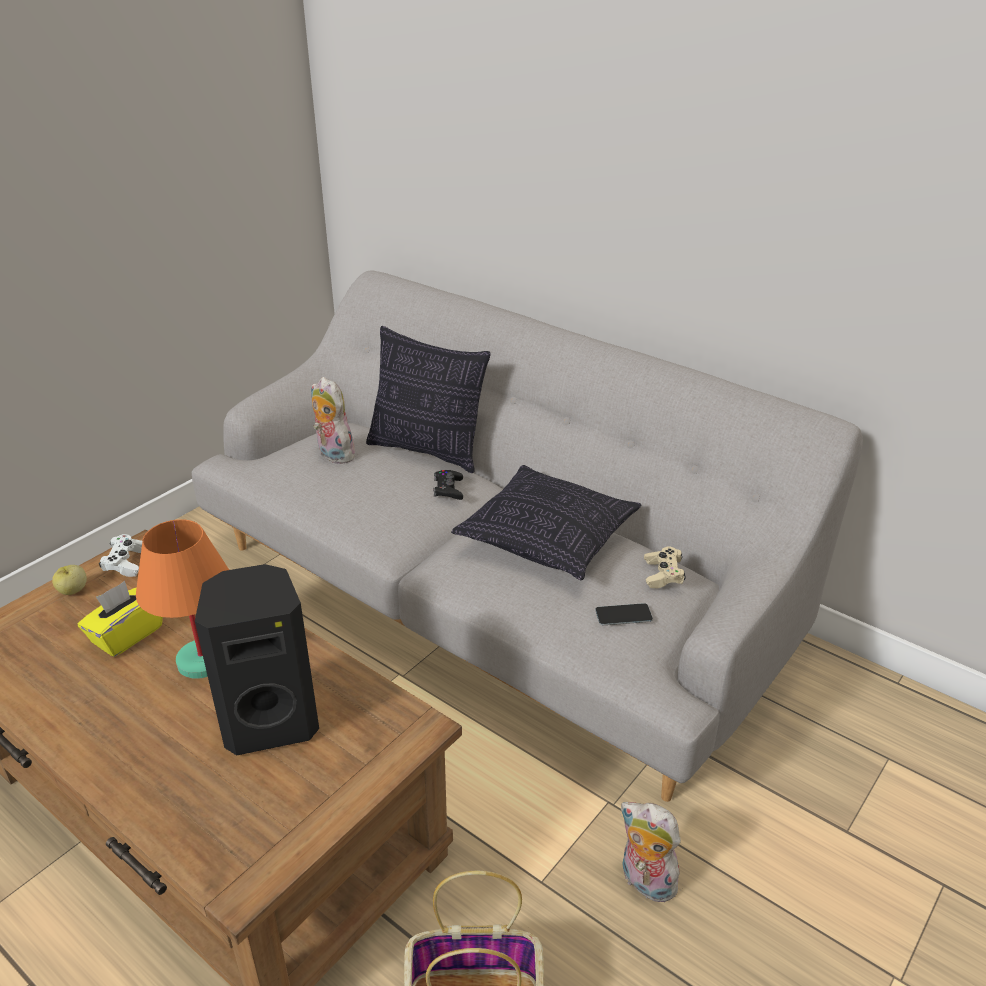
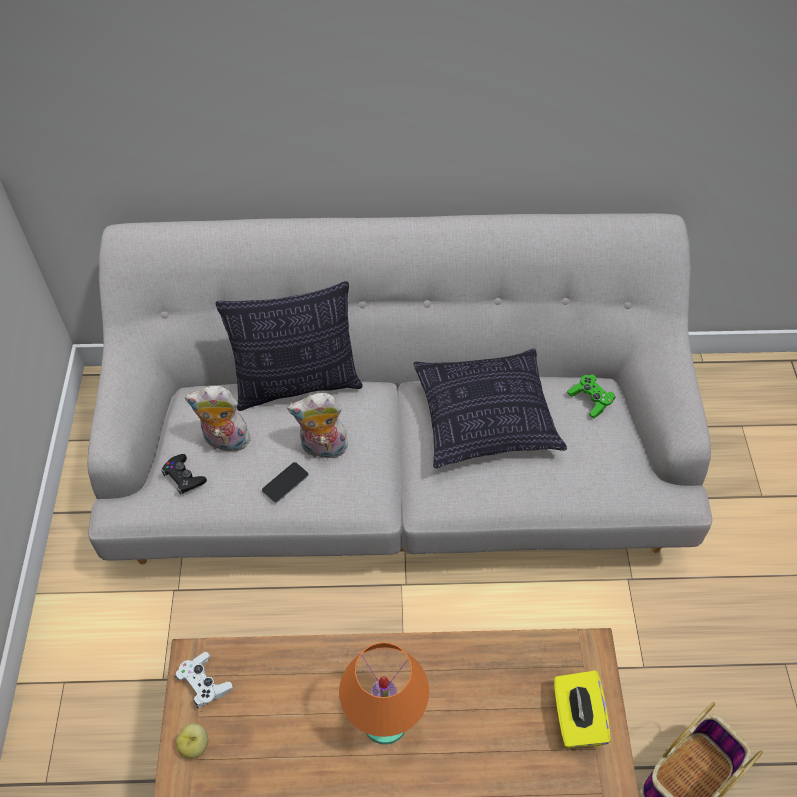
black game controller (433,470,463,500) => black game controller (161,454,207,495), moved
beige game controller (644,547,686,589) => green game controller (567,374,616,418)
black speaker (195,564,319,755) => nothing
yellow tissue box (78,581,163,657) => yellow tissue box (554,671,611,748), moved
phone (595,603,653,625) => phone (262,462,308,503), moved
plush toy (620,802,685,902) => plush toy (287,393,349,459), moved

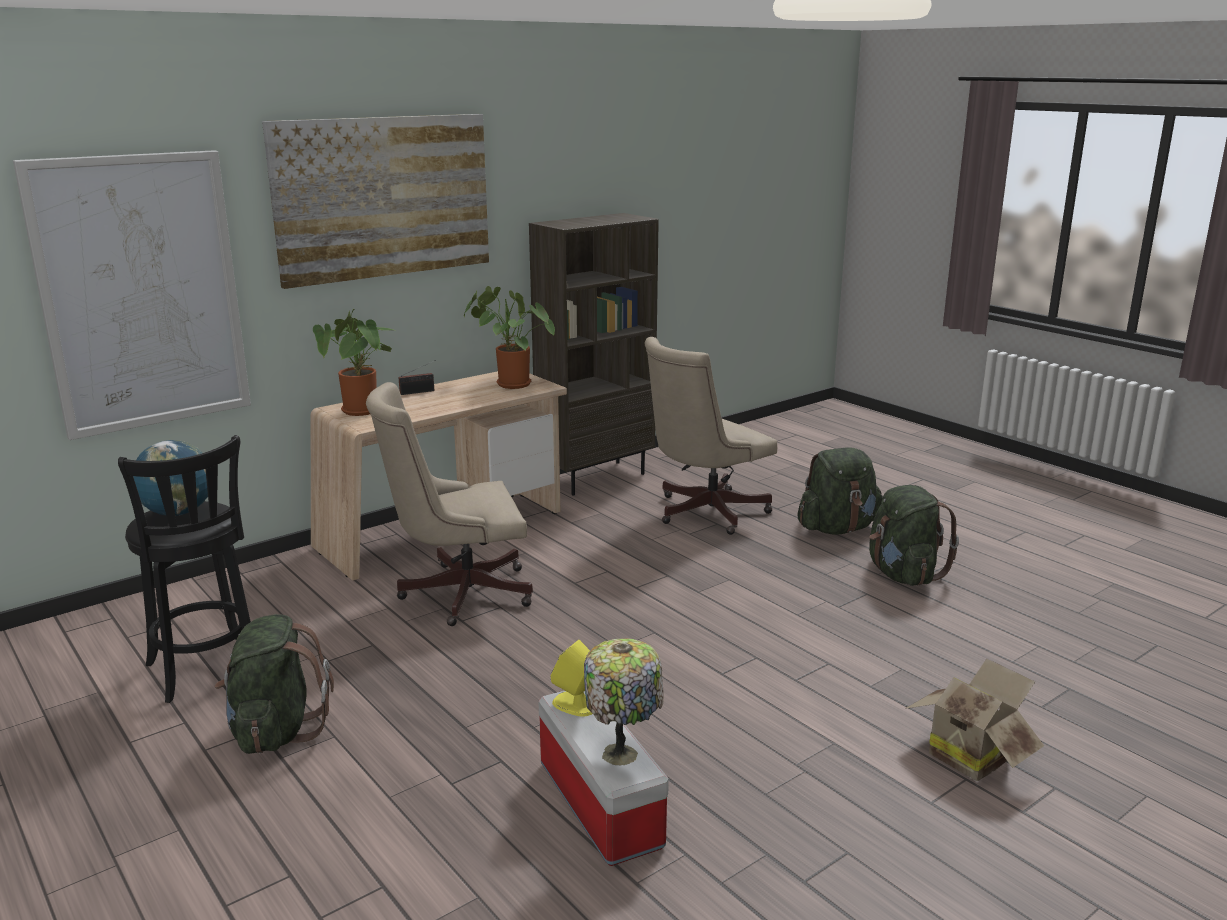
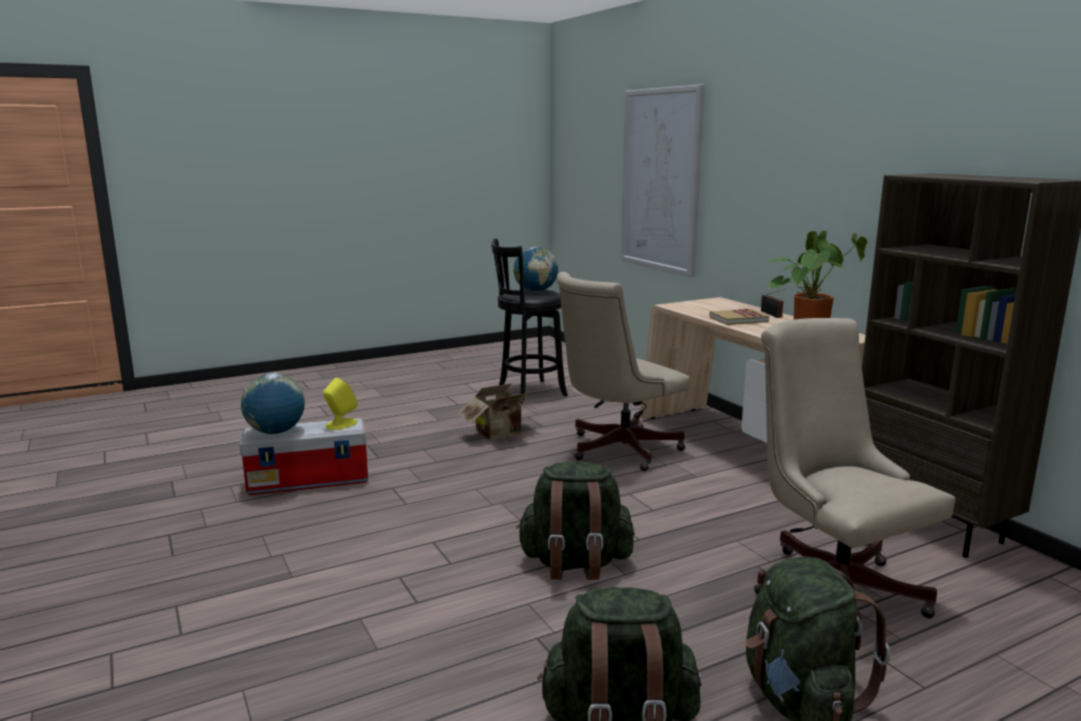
picture (262,114,489,289) => nothing
potted plant (313,309,393,416) => nothing
beige office chair (366,382,533,626) => beige office chair (556,272,690,471), 120 degrees counterclockwise
green backpack (215,614,334,754) => green backpack (516,461,635,580), moved
table lamp (584,638,663,766) => globe (241,373,305,434)
cardboard box (905,659,1044,781) => cardboard box (458,383,539,441), moved
nothing => book (709,309,769,325)

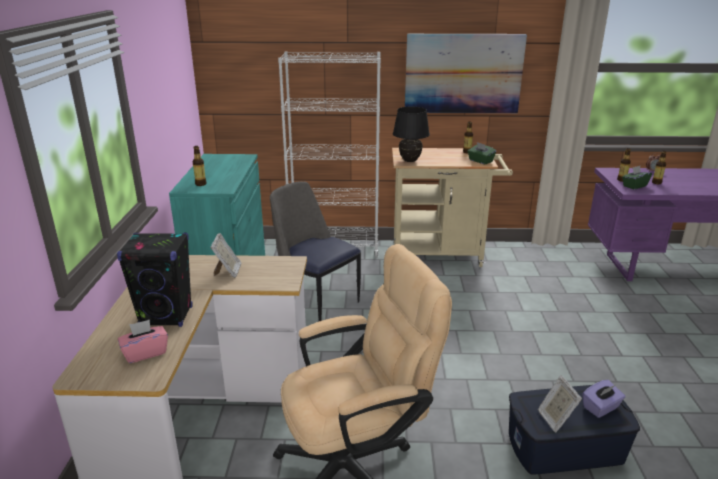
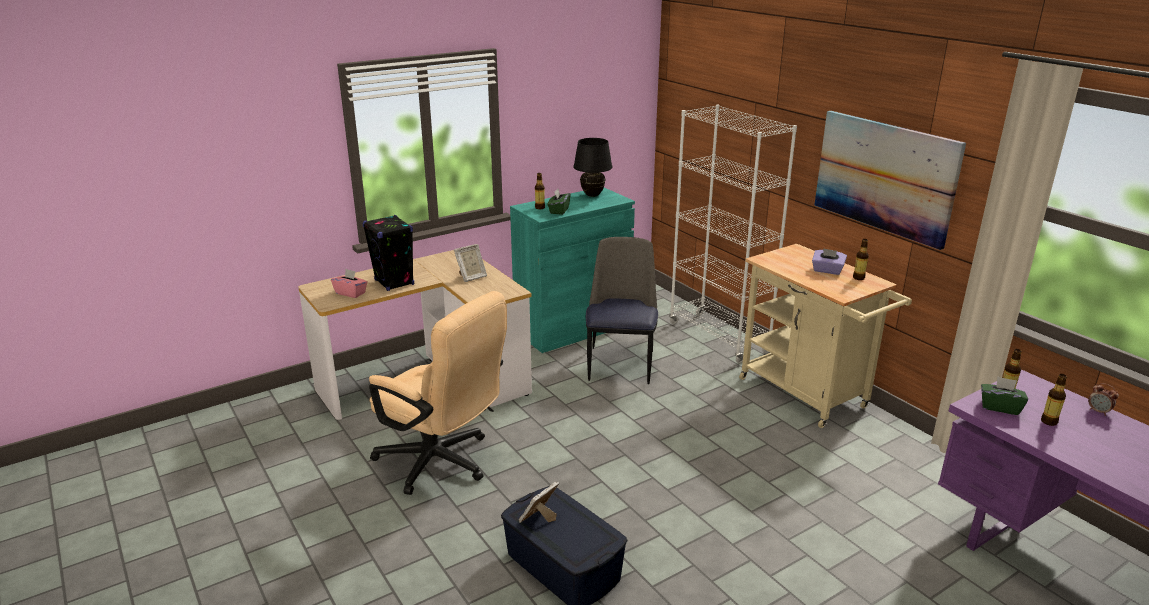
black table lamp (393,107,430,162) => black table lamp (573,138,612,197), moved
green tissue box (467,142,496,164) => green tissue box (548,189,570,215), moved
purple tissue box (582,380,625,418) => purple tissue box (812,248,847,275), moved

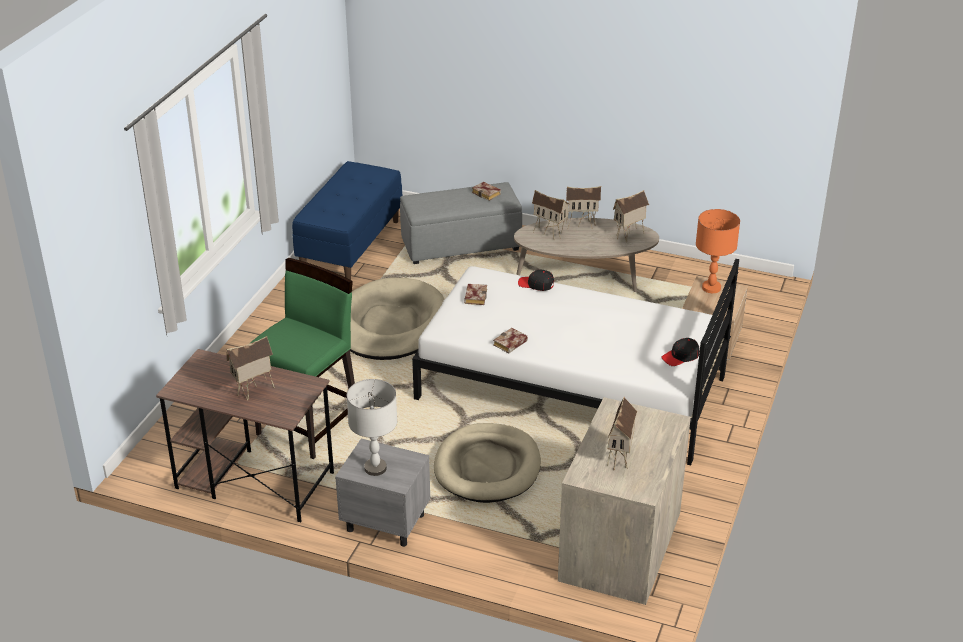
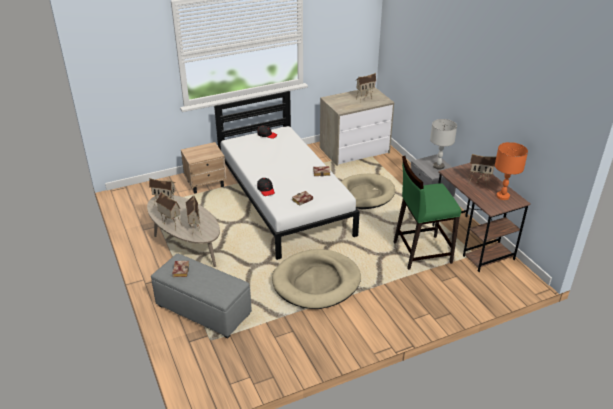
blue bench (292,161,402,280) => nothing
orange table lamp (696,209,740,293) => orange table lamp (495,142,528,200), moved

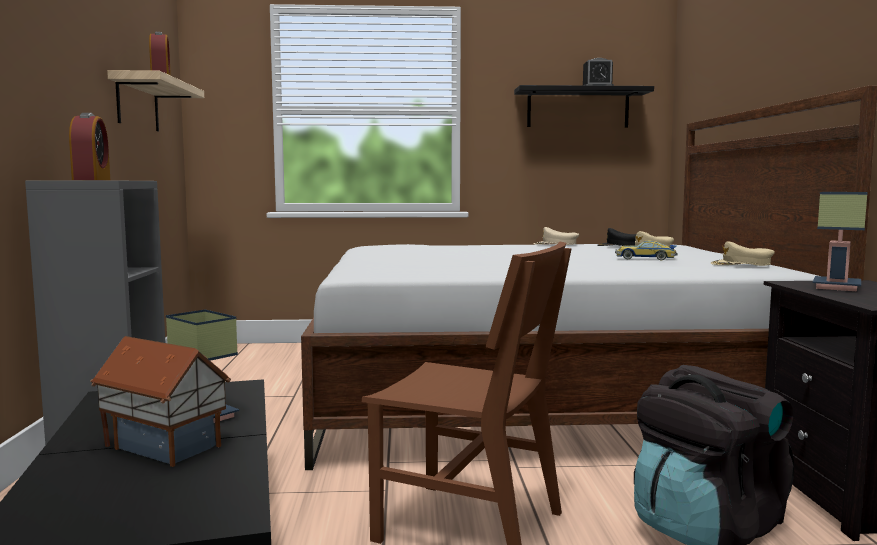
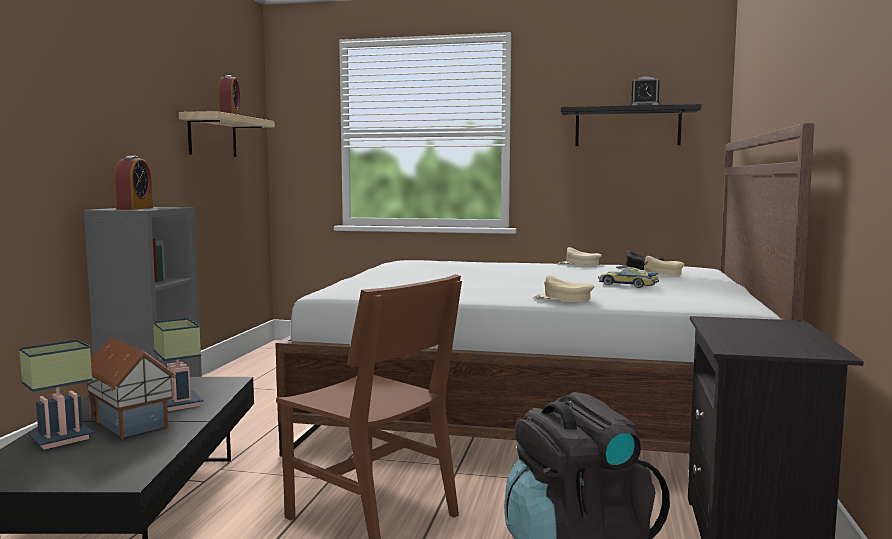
table lamp (813,192,868,291) => table lamp (19,340,94,450), moved
beige cap (711,241,775,266) => beige cap (532,275,594,302), moved

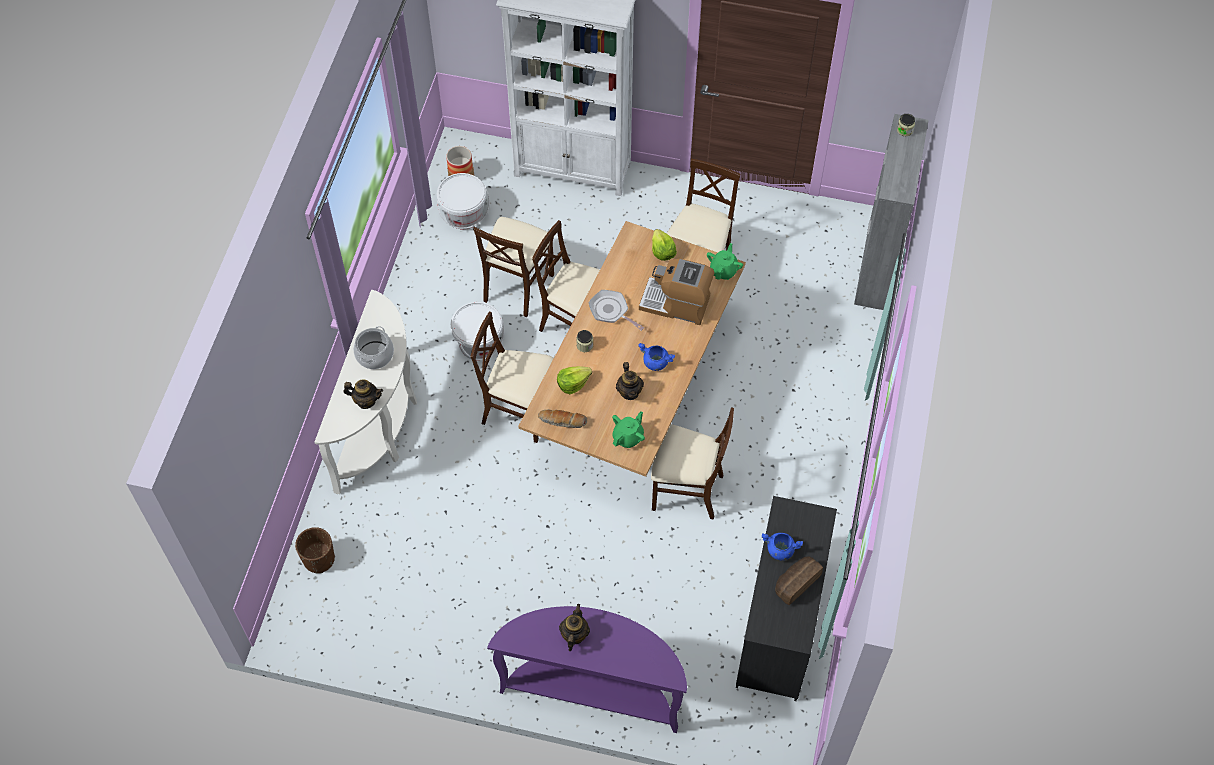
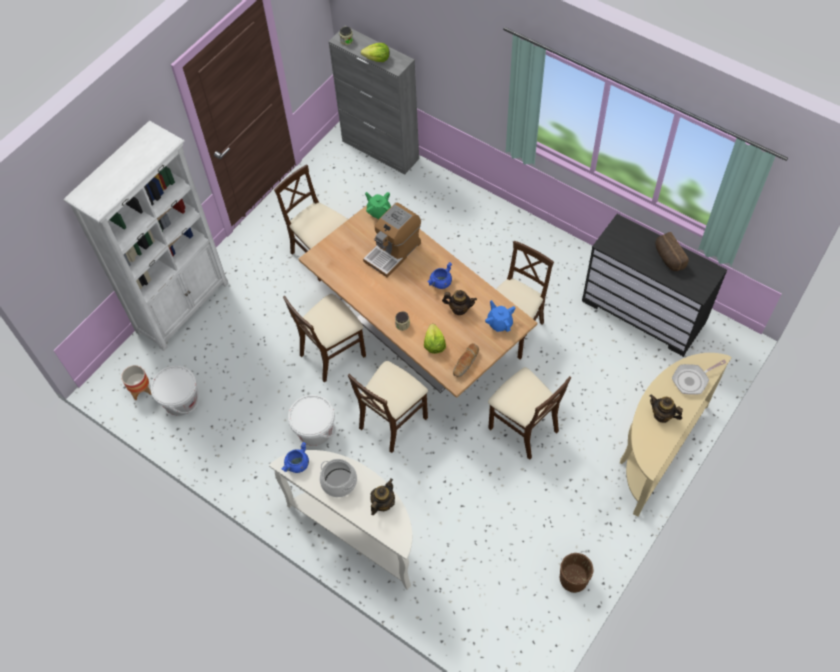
beige chair (473,217,554,317) => beige chair (488,367,571,460), moved
lettuce (652,229,677,261) => lettuce (361,43,390,62), moved
frying pan (588,290,644,331) => frying pan (672,360,727,395), moved
green teapot (612,411,645,448) => blue teapot (485,300,515,332)
brown planter (295,527,335,574) => brown planter (560,553,593,593), moved
blue cooking pot (762,533,803,560) => blue cooking pot (281,442,309,473), moved
purple console table (487,606,687,733) => beige console table (620,353,732,517)

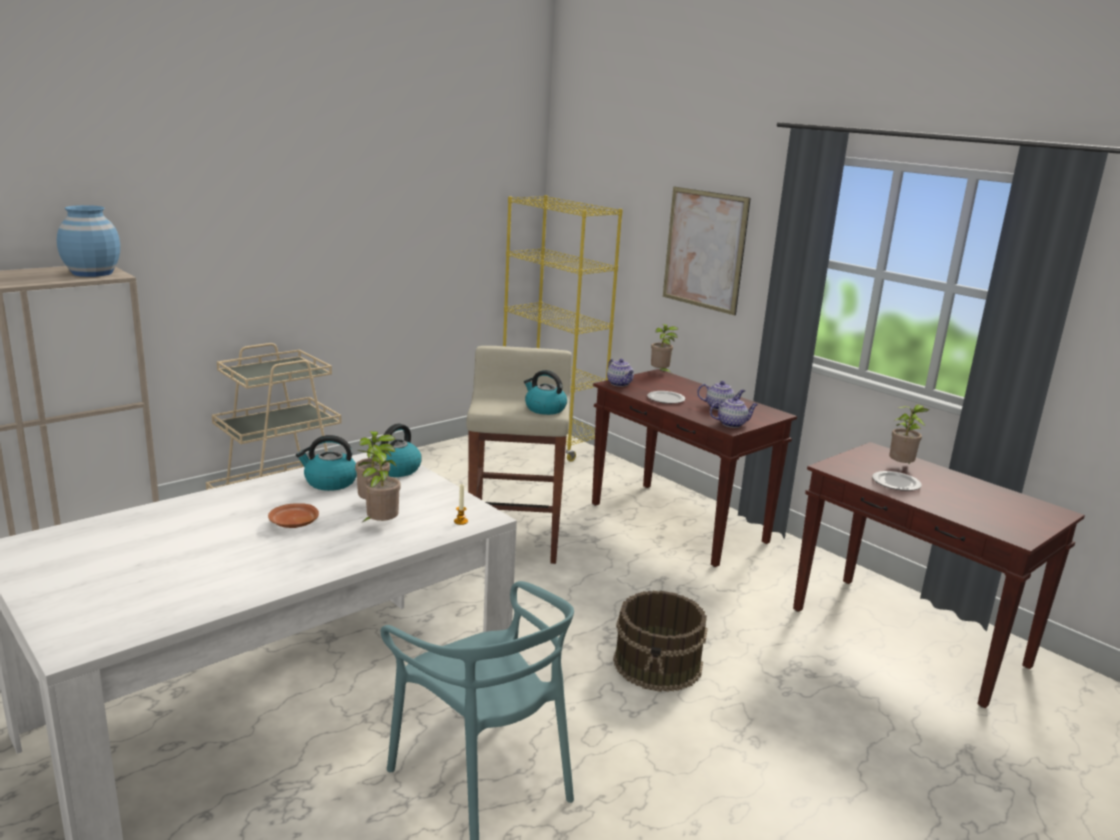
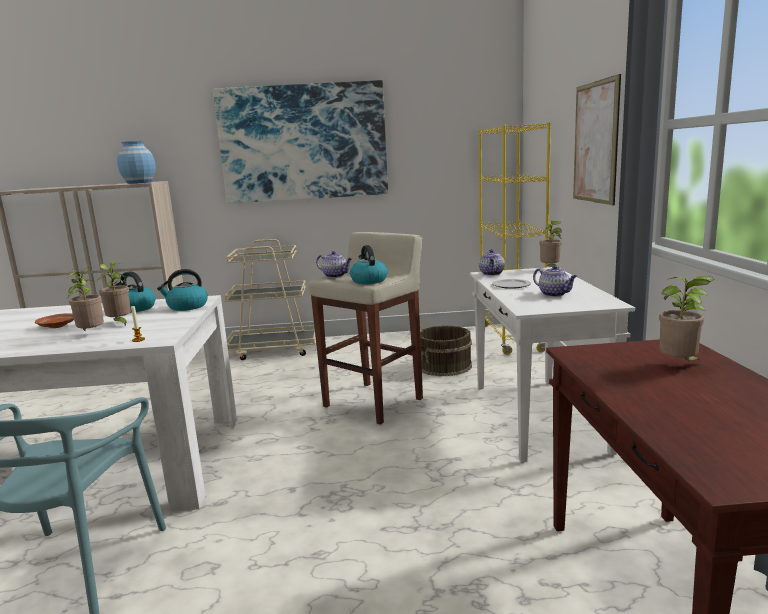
brown console table (592,369,797,567) => white console table (470,267,635,463)
teapot (710,397,758,428) => teapot (316,251,352,278), moved
plate (872,471,922,491) => nothing
brown bucket (613,591,708,692) => brown bucket (420,325,472,376), moved
nothing => picture (213,80,388,203)

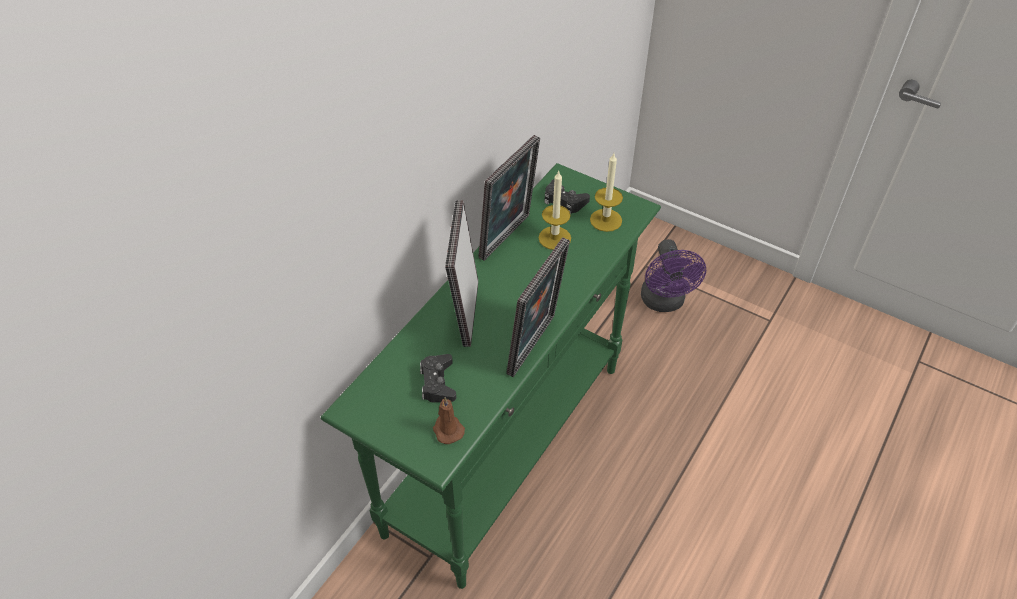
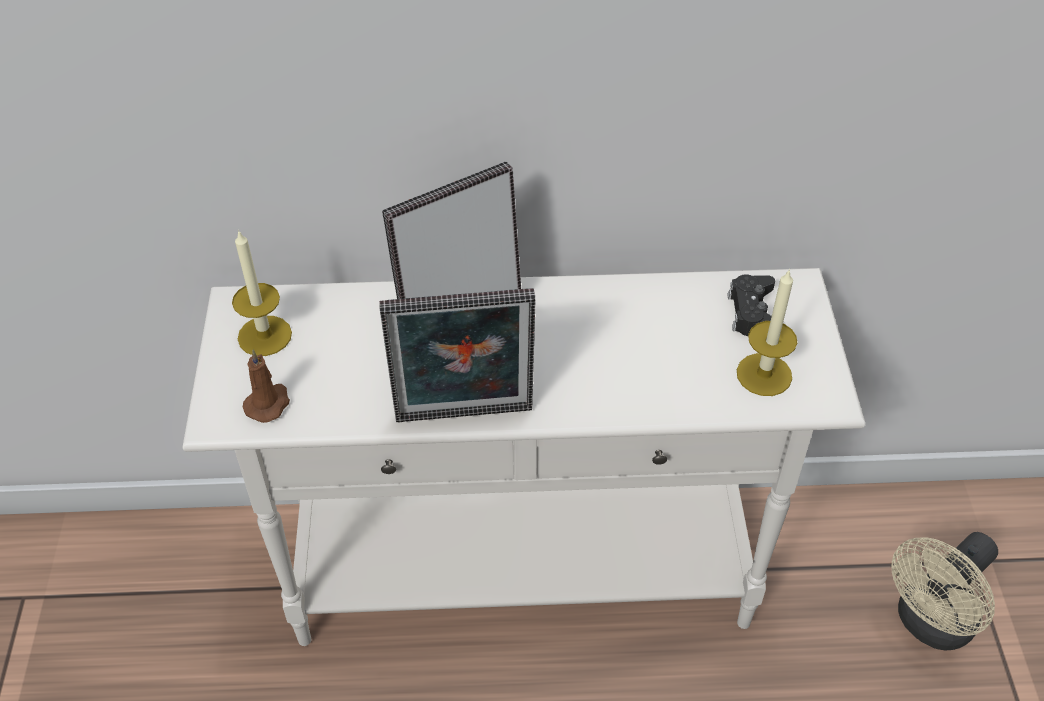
picture frame (479,135,540,261) => nothing
green console table (321,163,661,589) => white console table (182,268,865,646)
candle (538,171,571,250) => candle (232,230,292,356), moved
purple fan (641,239,706,312) => beige fan (892,532,998,651)
black game controller (420,354,456,402) => nothing

